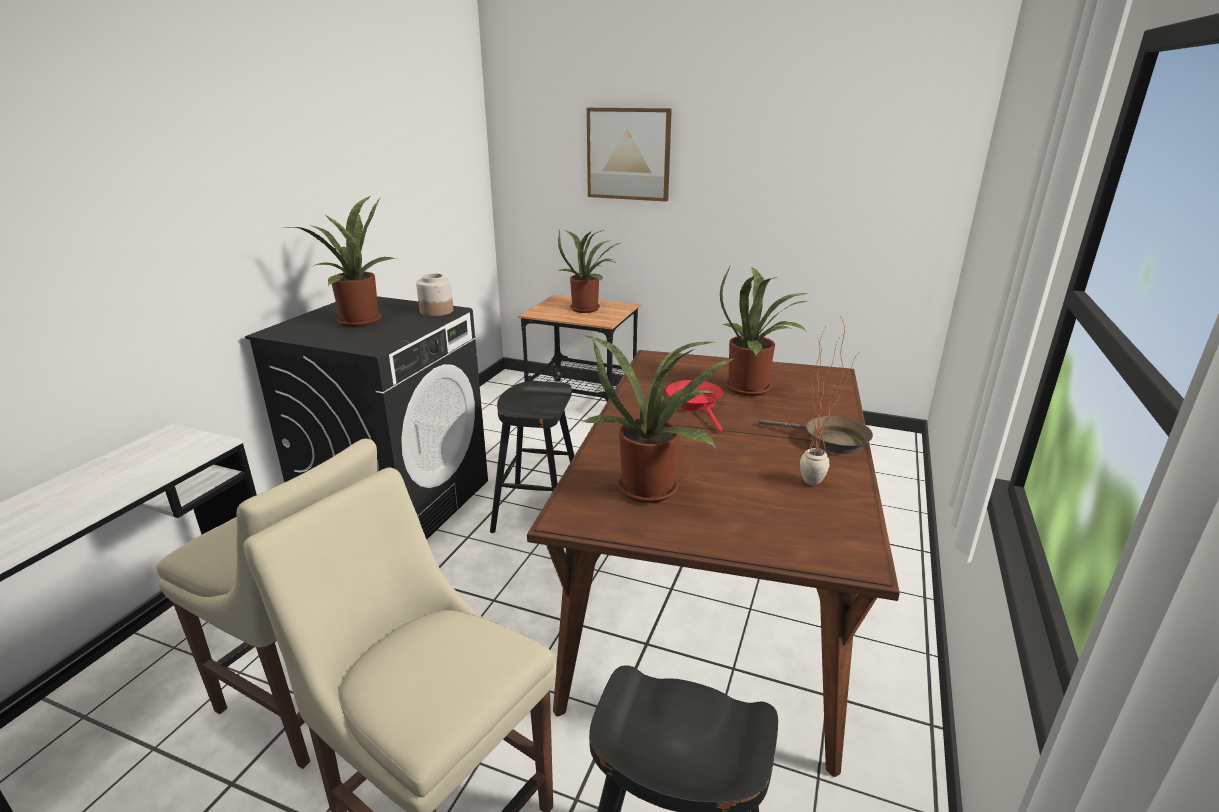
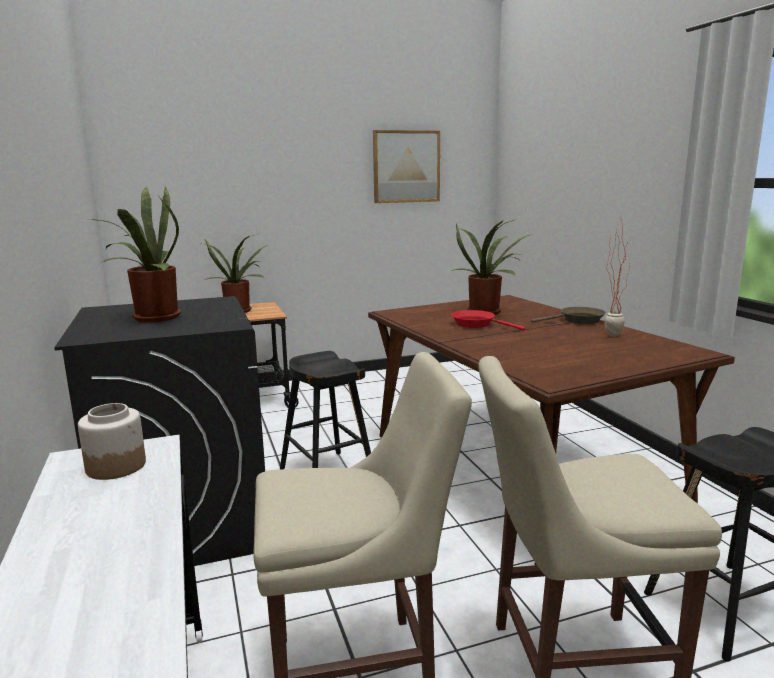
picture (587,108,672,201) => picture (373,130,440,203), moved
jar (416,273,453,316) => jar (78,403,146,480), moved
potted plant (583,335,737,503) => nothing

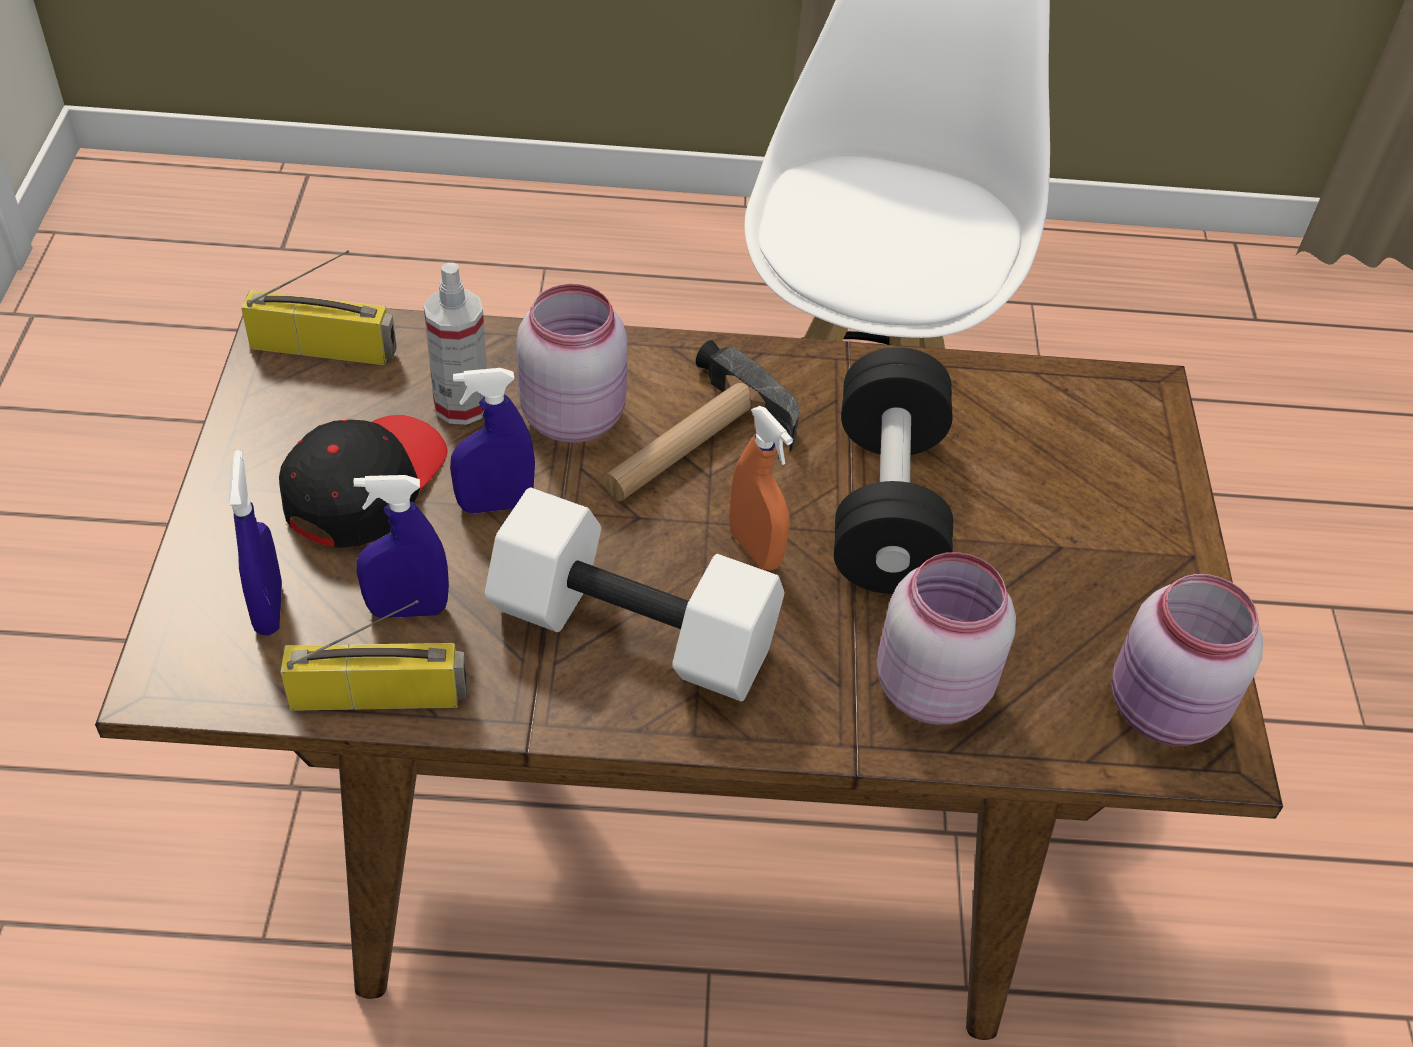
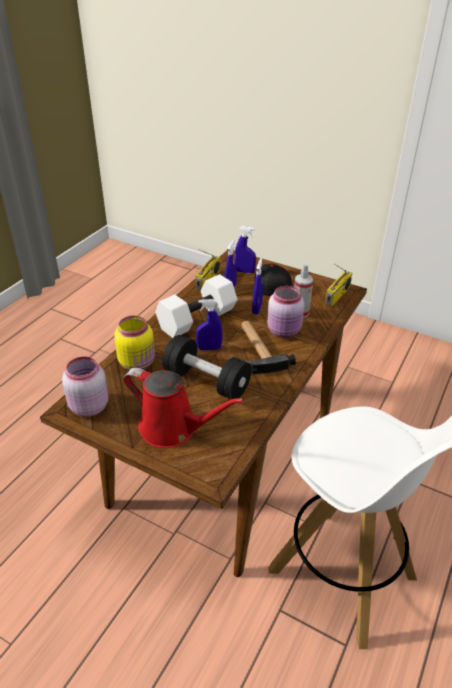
orange spray bottle (729,406,793,571) => blue spray bottle (196,299,223,351)
pink jar (877,552,1016,725) => yellow jar (114,316,155,370)
nothing => red watering can (123,368,244,448)

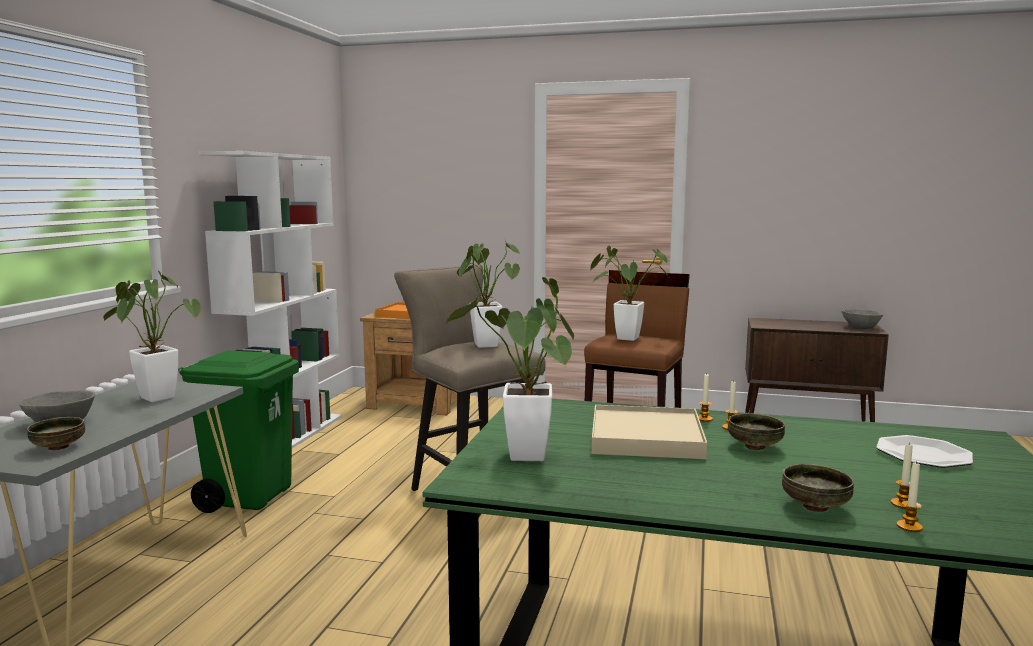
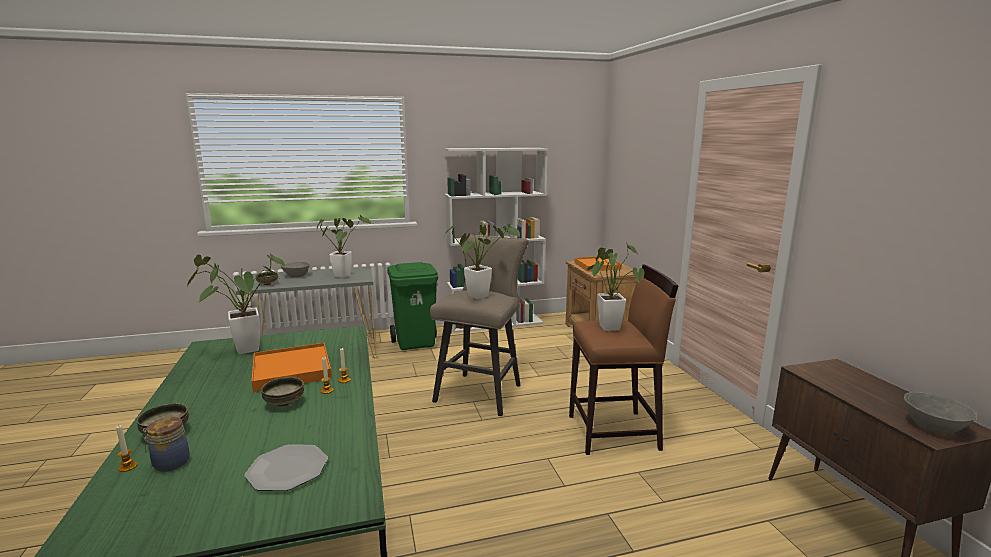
beige tray (592,405,707,459) => orange tray (252,343,332,392)
candle (891,444,913,509) => jar (143,417,190,472)

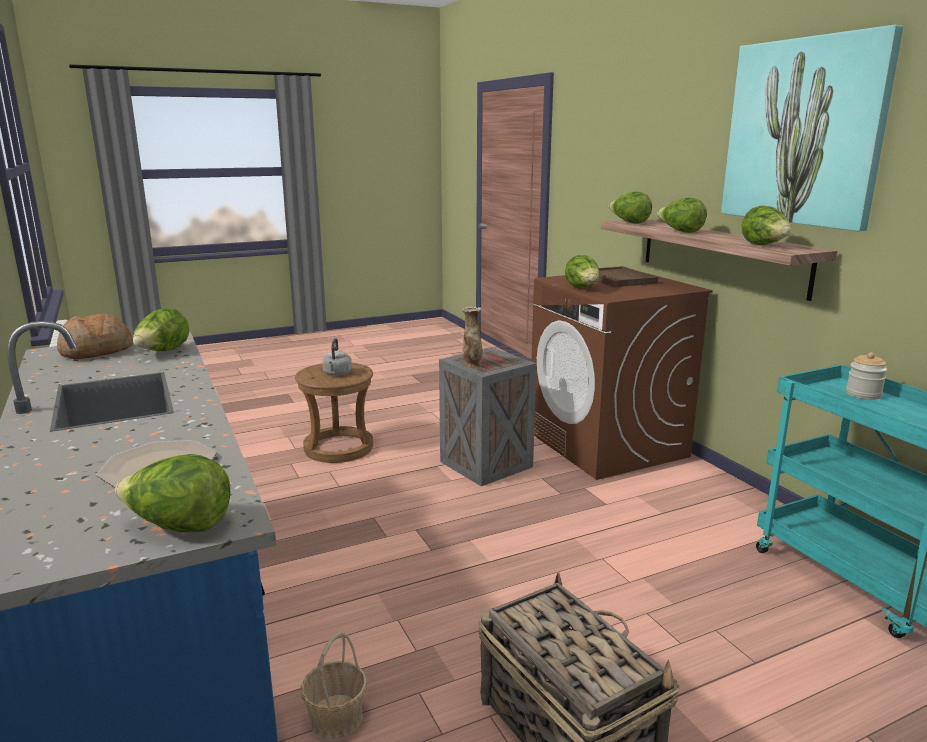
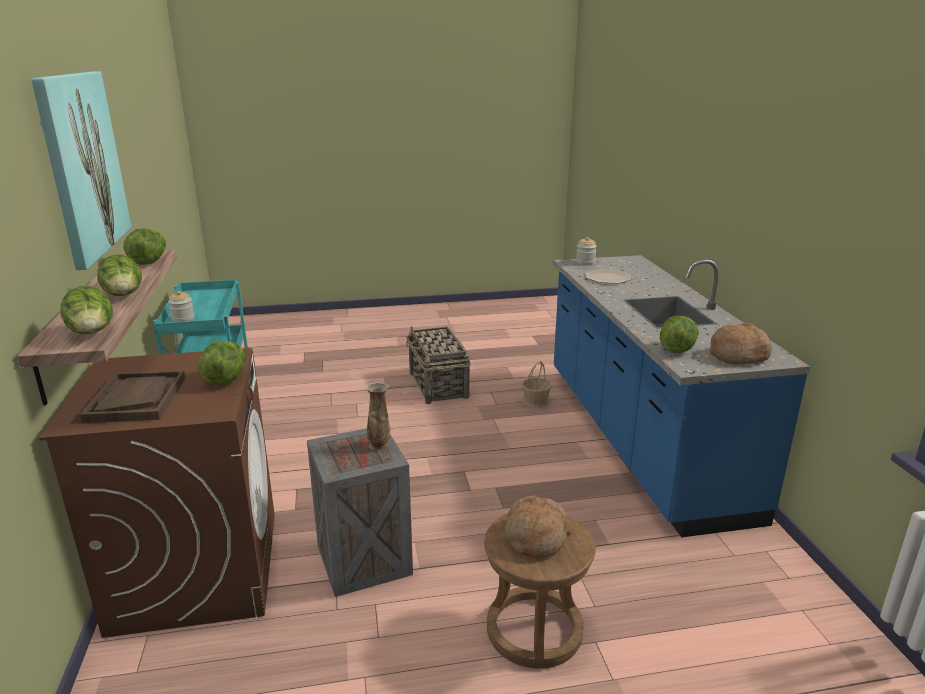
grey kettle (322,338,352,376) => bread (505,495,568,558)
lettuce (115,454,230,532) => jar (576,237,597,265)

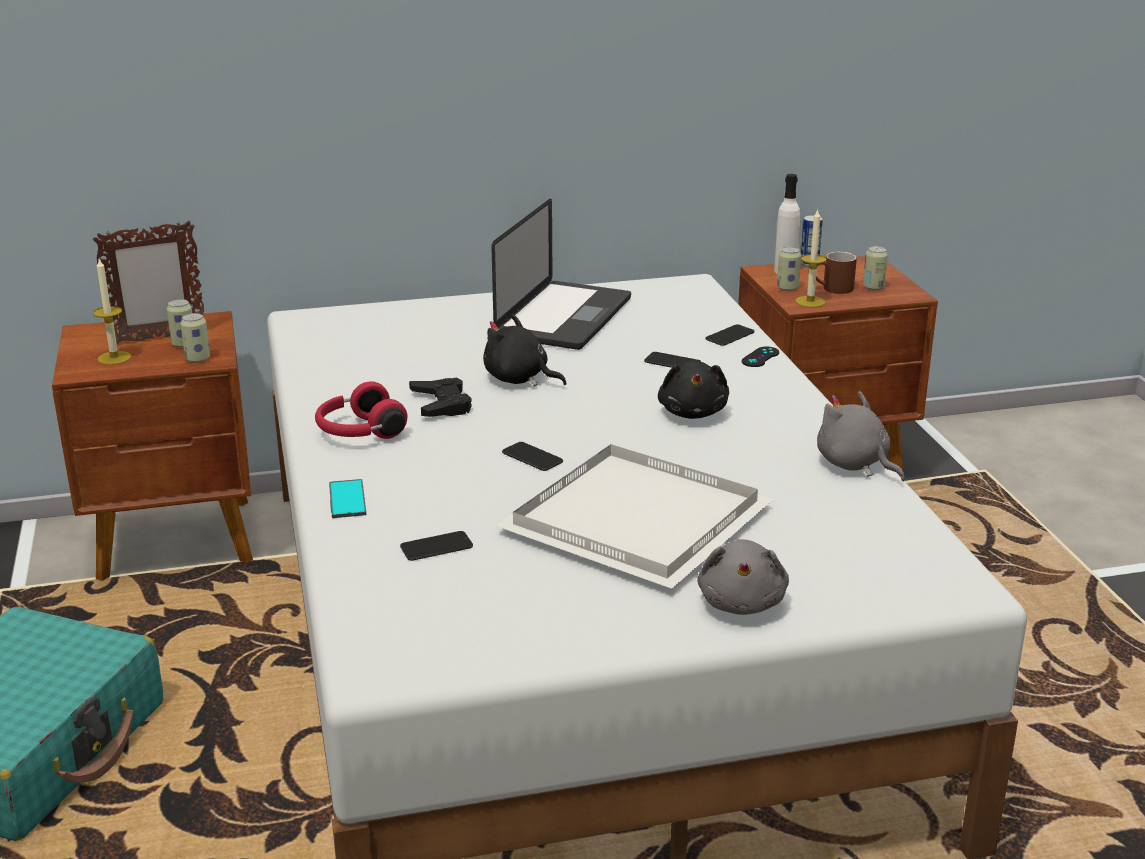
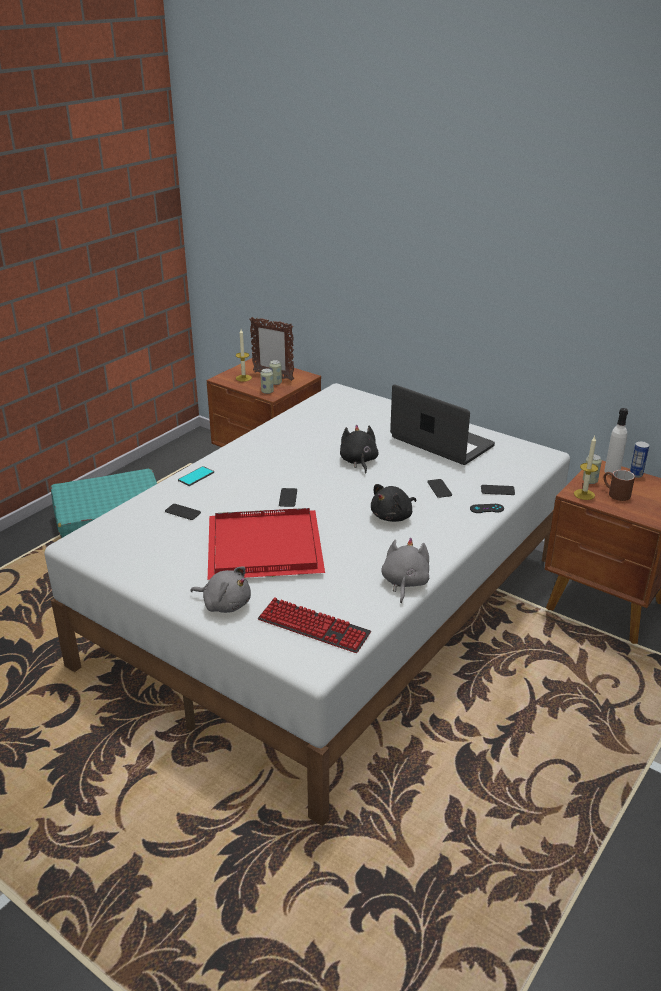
laptop (491,199,631,350) => laptop (390,384,495,465), 120 degrees counterclockwise
can (863,246,888,290) => nothing
black game controller (409,377,472,417) => nothing
red headphones (315,381,407,439) => nothing
white tray (496,444,774,589) => red tray (208,508,325,580)
grey plush toy (697,539,789,615) => grey plush toy (190,566,251,613), 120 degrees counterclockwise
nothing => keyboard (258,597,371,653)

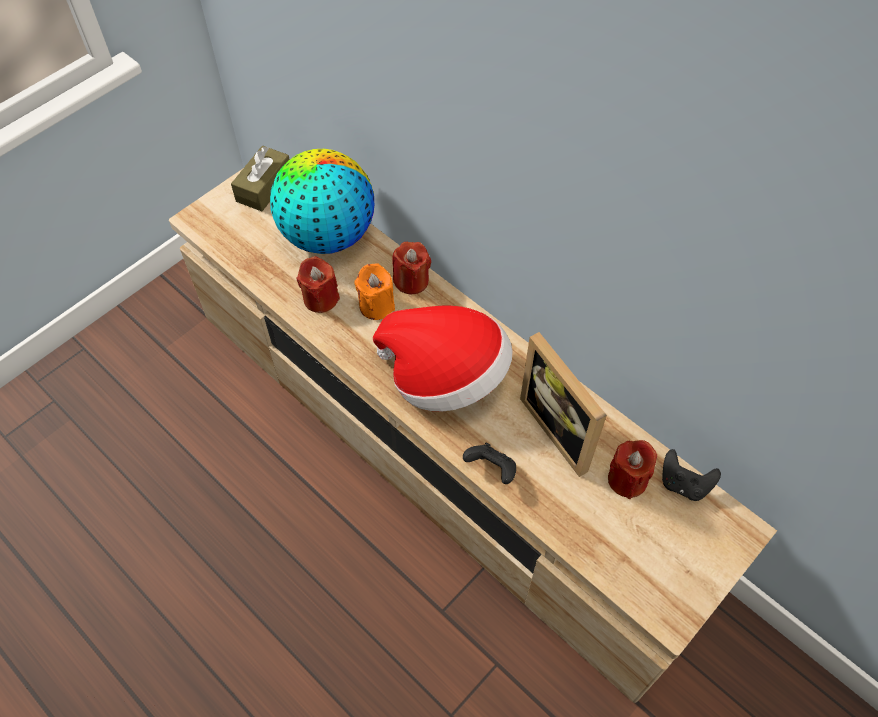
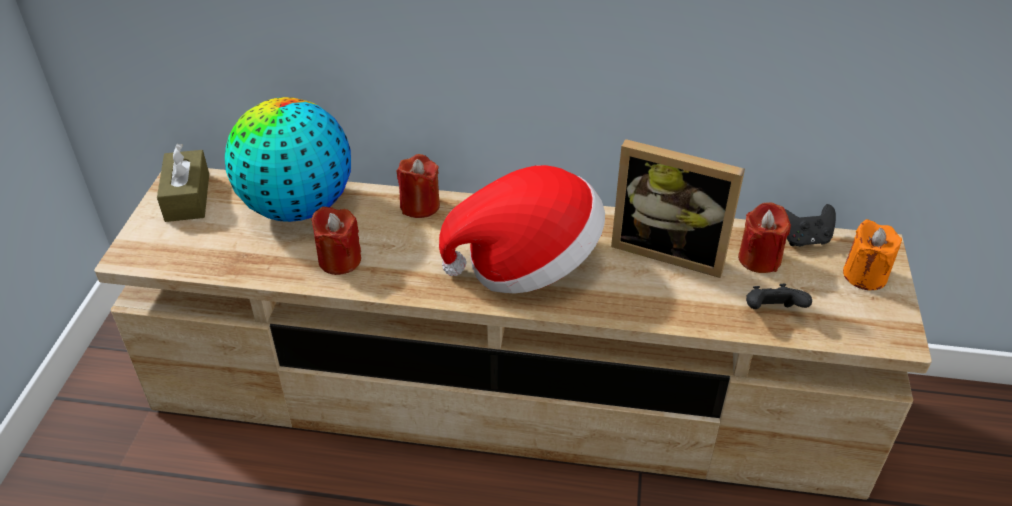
orange candle (354,263,395,320) => orange candle (843,219,902,290), moved
black game controller (463,443,516,484) => black game controller (746,284,812,309), moved

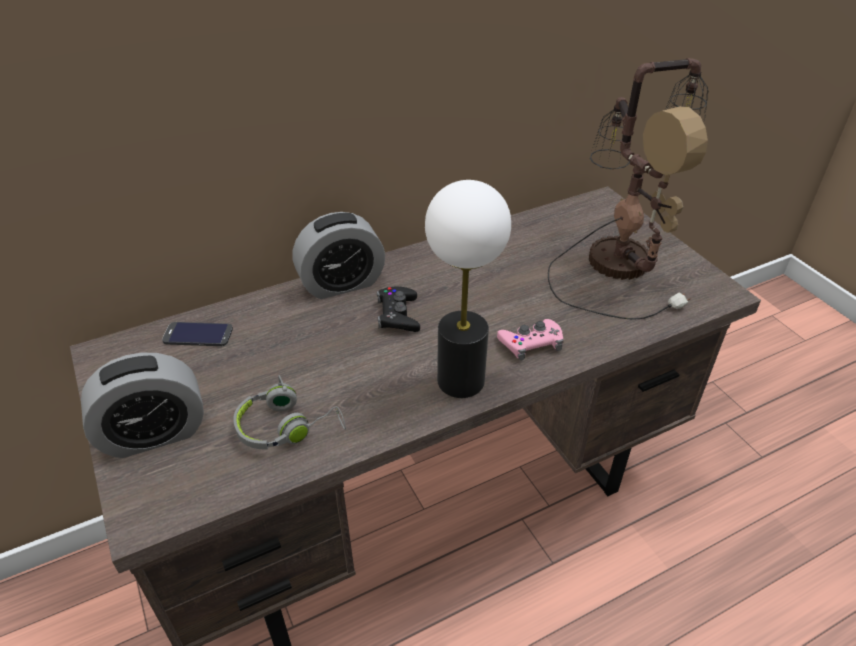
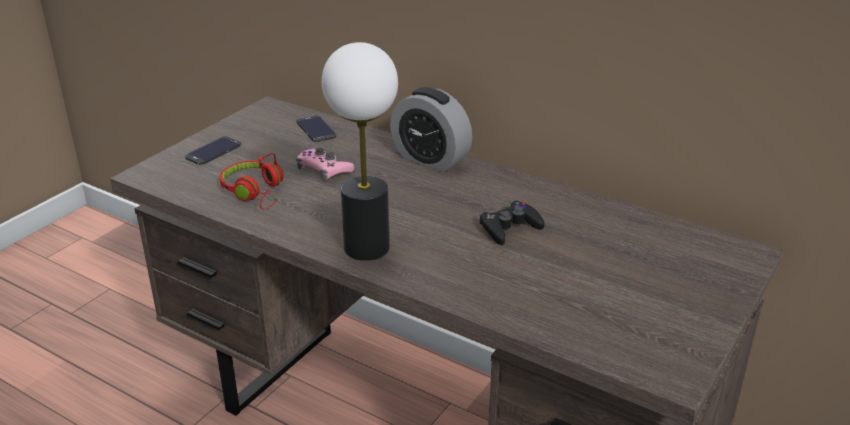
table lamp (548,58,708,320) => nothing
black game controller (377,286,420,332) => black game controller (480,200,544,245), moved
pink game controller (497,319,563,361) => pink game controller (296,148,354,181), moved
alarm clock (81,353,204,458) => phone (185,136,242,165)
grey headphones (233,375,346,449) => red headphones (220,153,284,210)

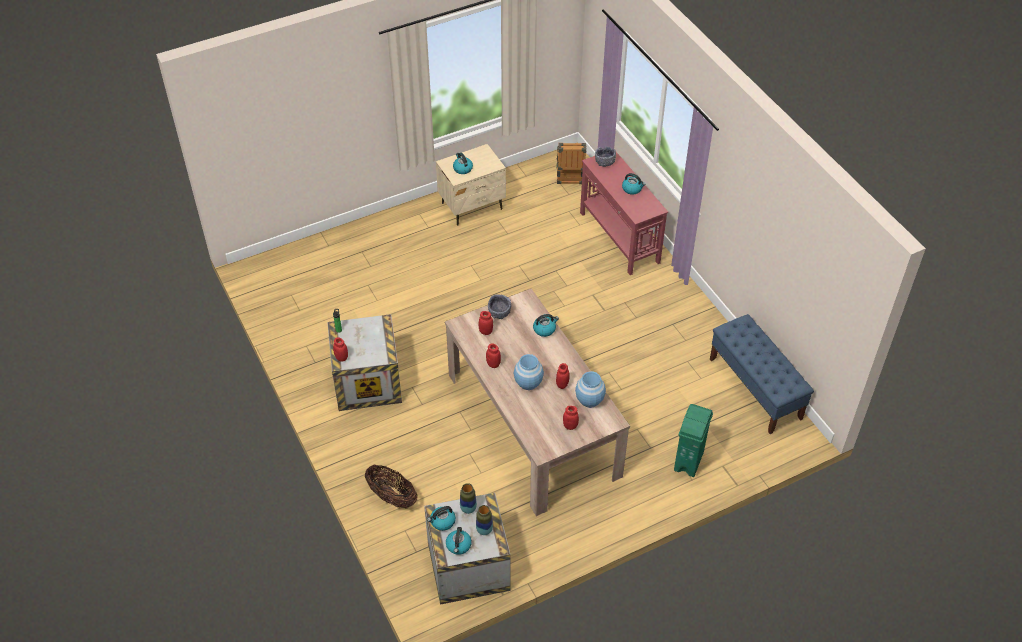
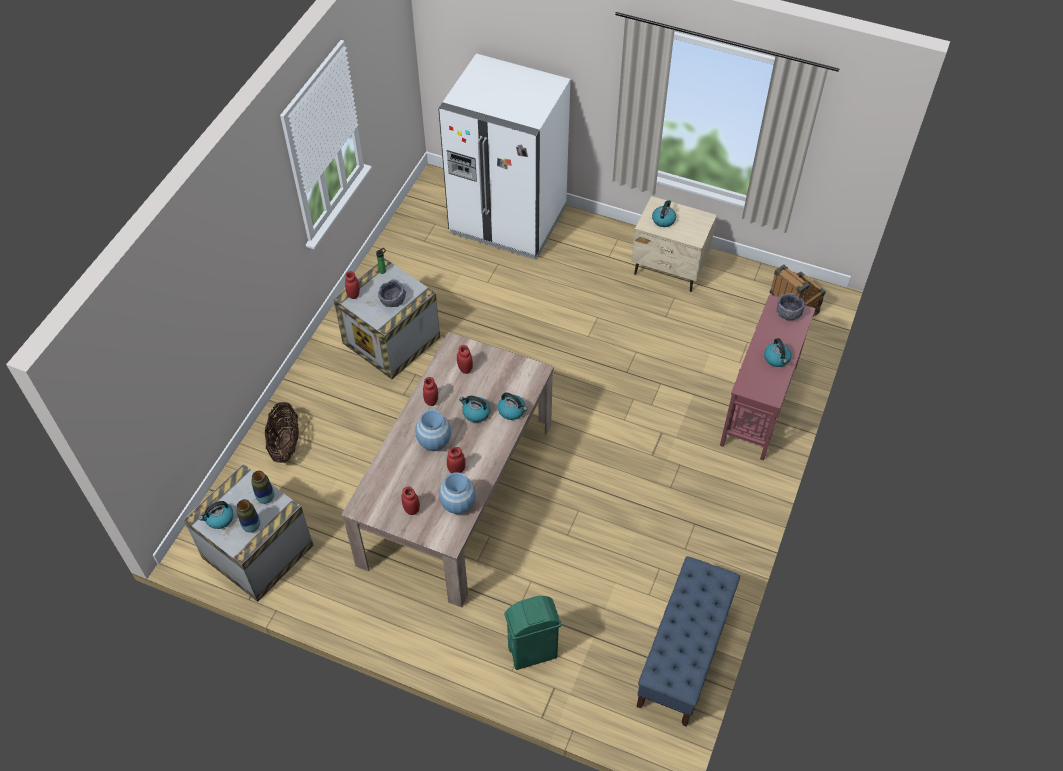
grey bowl (488,294,511,319) => grey bowl (378,279,406,307), moved
kettle (427,506,456,531) => kettle (459,396,490,422), moved
nothing => white fridge (438,54,570,260)

